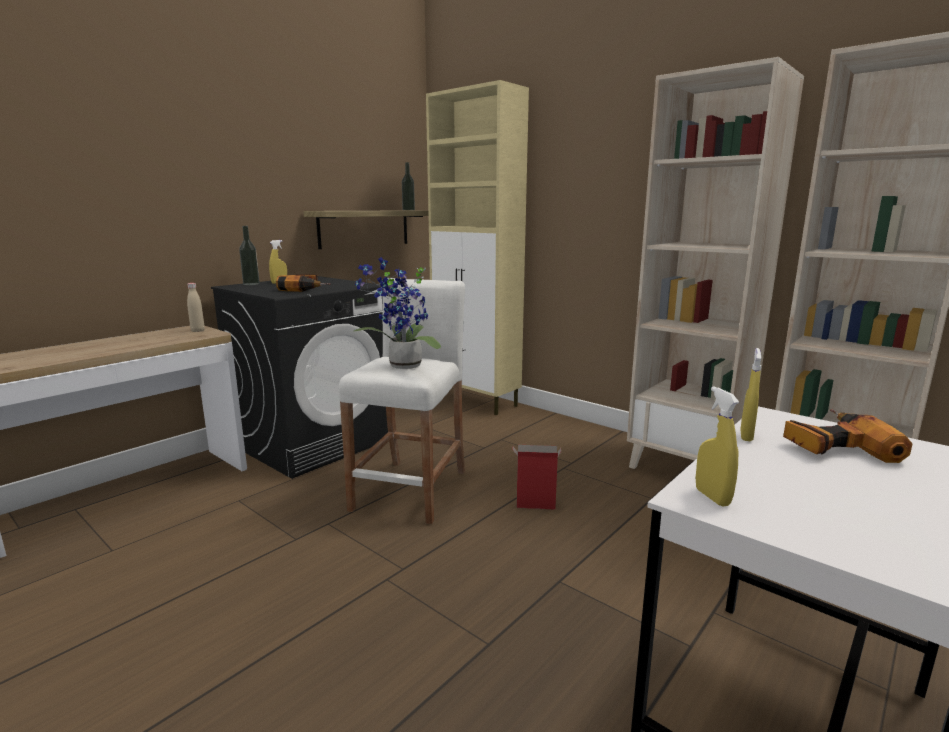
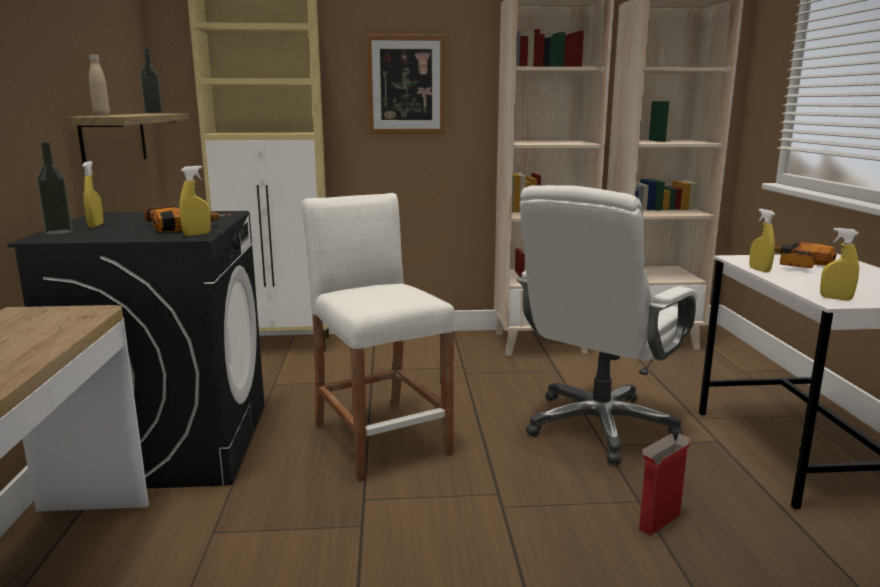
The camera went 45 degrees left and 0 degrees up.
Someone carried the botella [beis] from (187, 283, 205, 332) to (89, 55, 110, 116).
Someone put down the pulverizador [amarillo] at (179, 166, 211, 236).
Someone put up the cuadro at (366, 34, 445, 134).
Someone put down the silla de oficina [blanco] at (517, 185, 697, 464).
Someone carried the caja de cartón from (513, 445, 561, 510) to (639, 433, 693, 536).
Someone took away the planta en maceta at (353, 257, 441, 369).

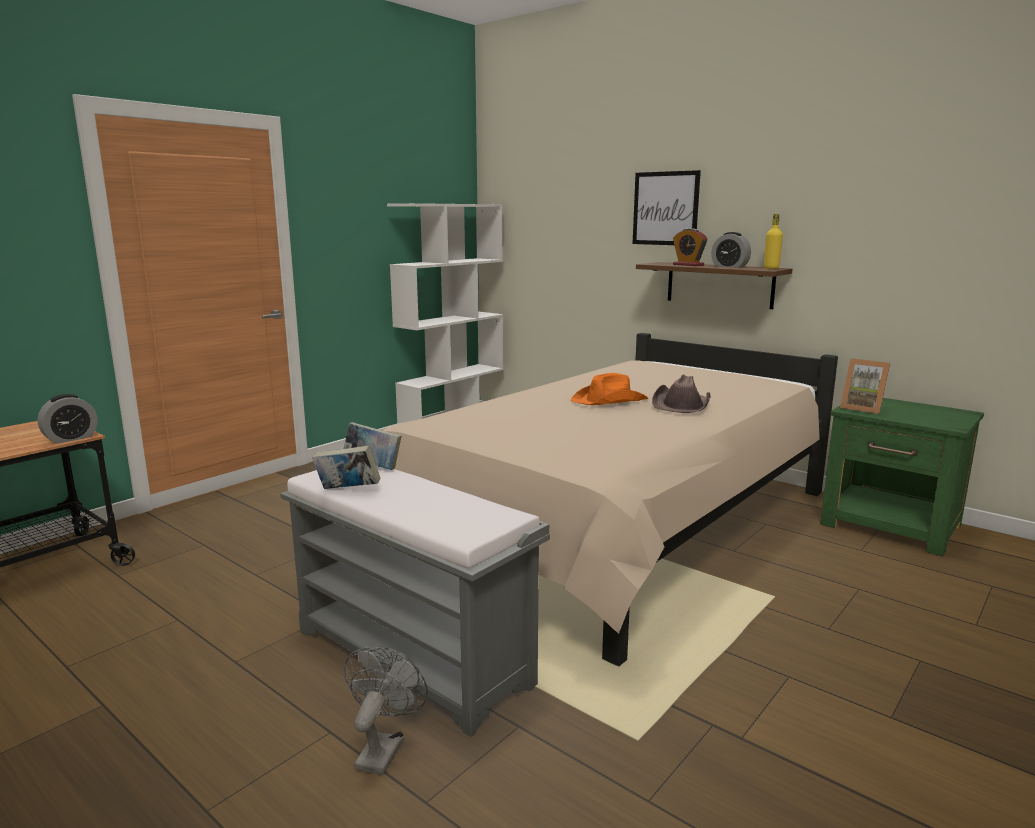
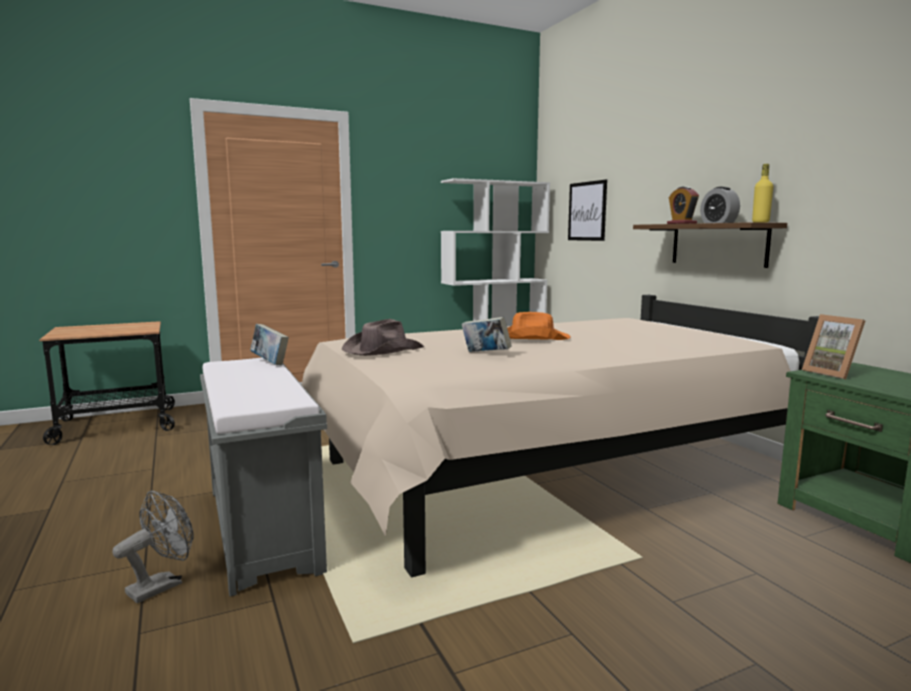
The camera went 25 degrees right and 5 degrees down.
Someone carried the sombrero [marrón] from (652, 375, 711, 413) to (342, 319, 424, 356).
Someone carried the libro from (312, 445, 380, 489) to (462, 317, 512, 352).
Someone carried the cuadro from (633, 170, 701, 245) to (568, 180, 607, 241).
Someone took away the despertador at (38, 394, 98, 444).

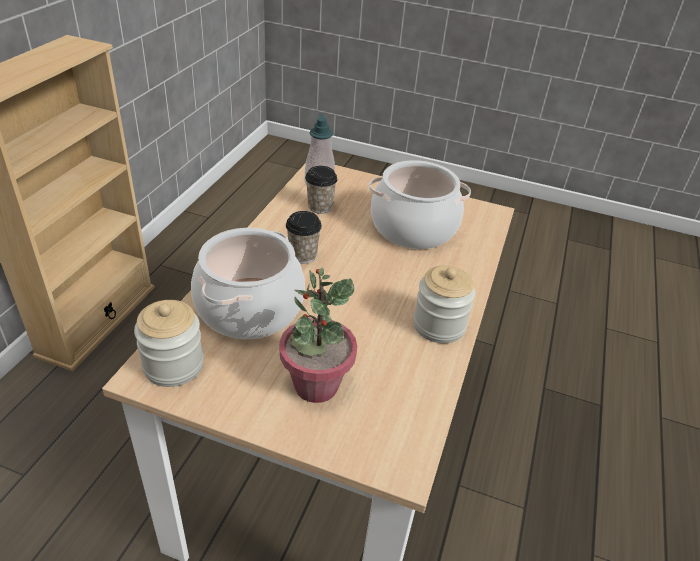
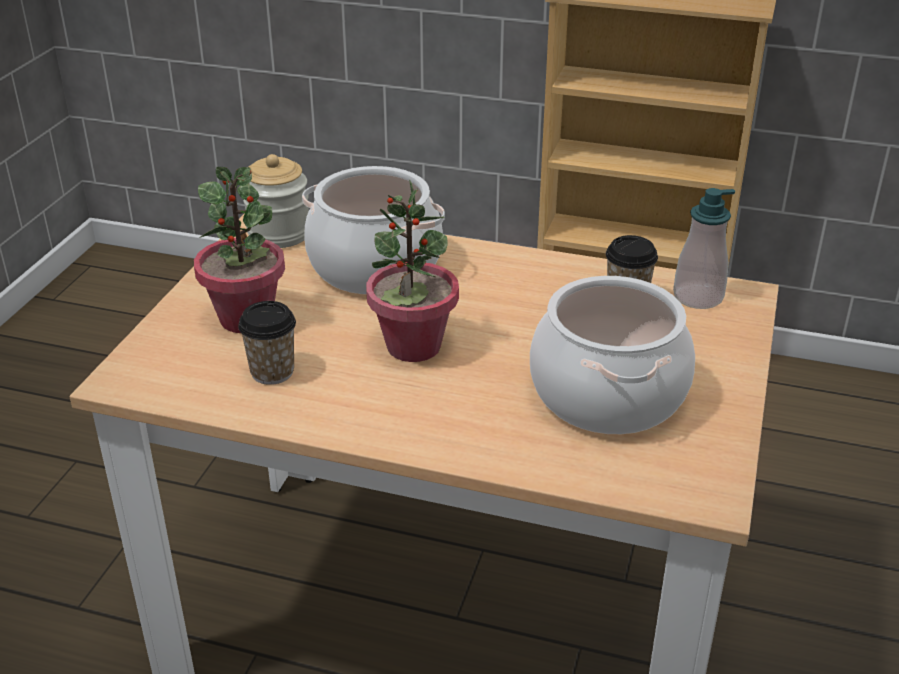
The camera went 90 degrees right and 5 degrees down.
Someone carried the taza from (286, 211, 322, 264) to (238, 301, 296, 385).
Someone put down the planta en maceta at (366, 180, 459, 362).
Someone took away the tarro at (413, 266, 475, 343).

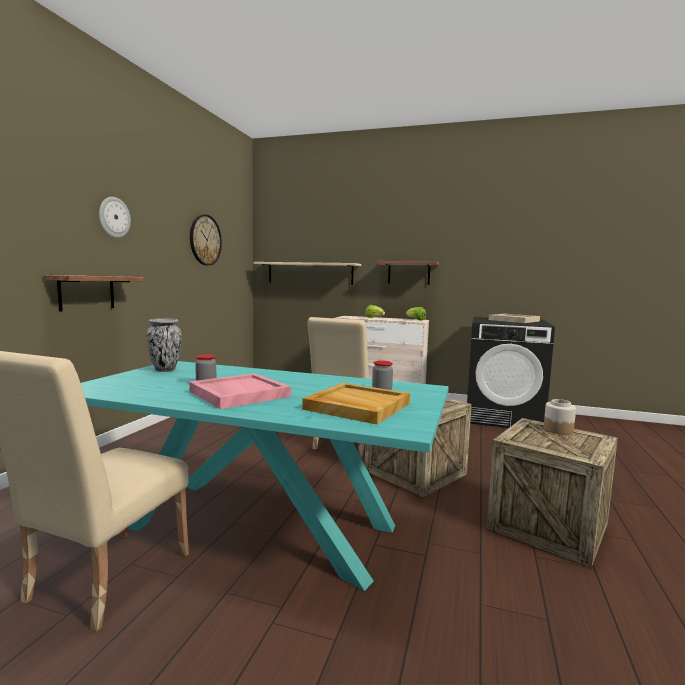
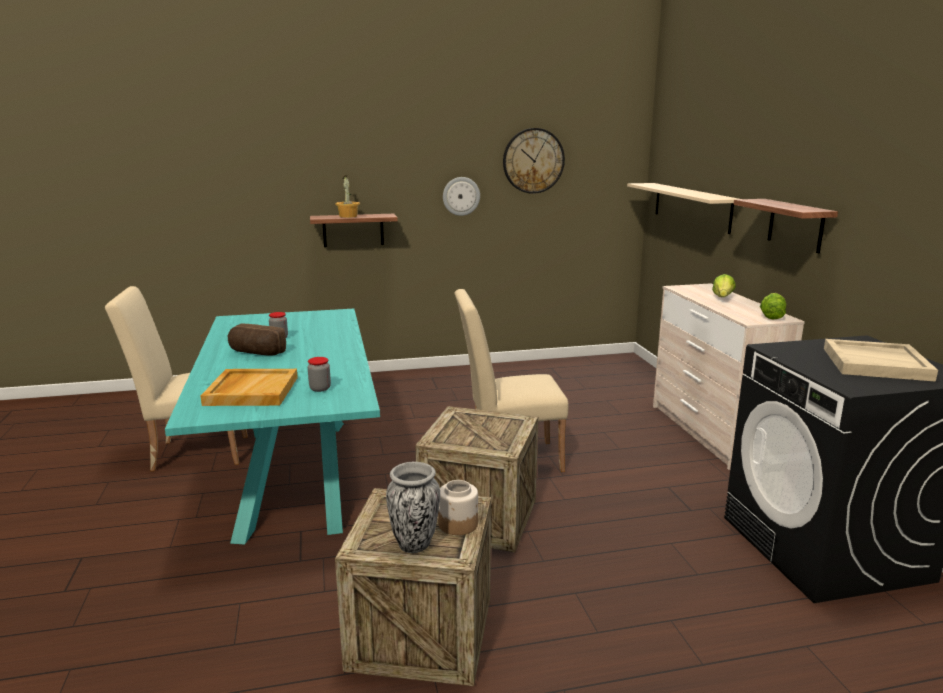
The camera went 60 degrees right and 10 degrees up.
Someone swapped the bandeja [rosa] at (189, 373, 291, 409) for the pan at (228, 323, 286, 356).
Someone put down the planta en maceta at (335, 175, 360, 218).
Someone carried the florero from (147, 318, 182, 372) to (386, 462, 440, 553).
Someone carried the reloj de pared from (99, 197, 131, 238) to (443, 177, 480, 216).

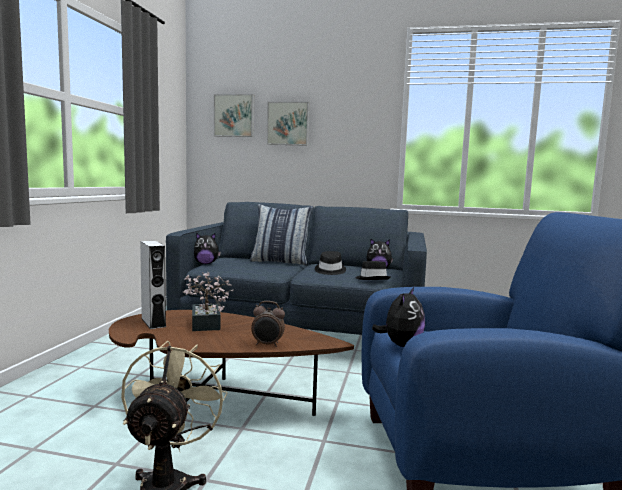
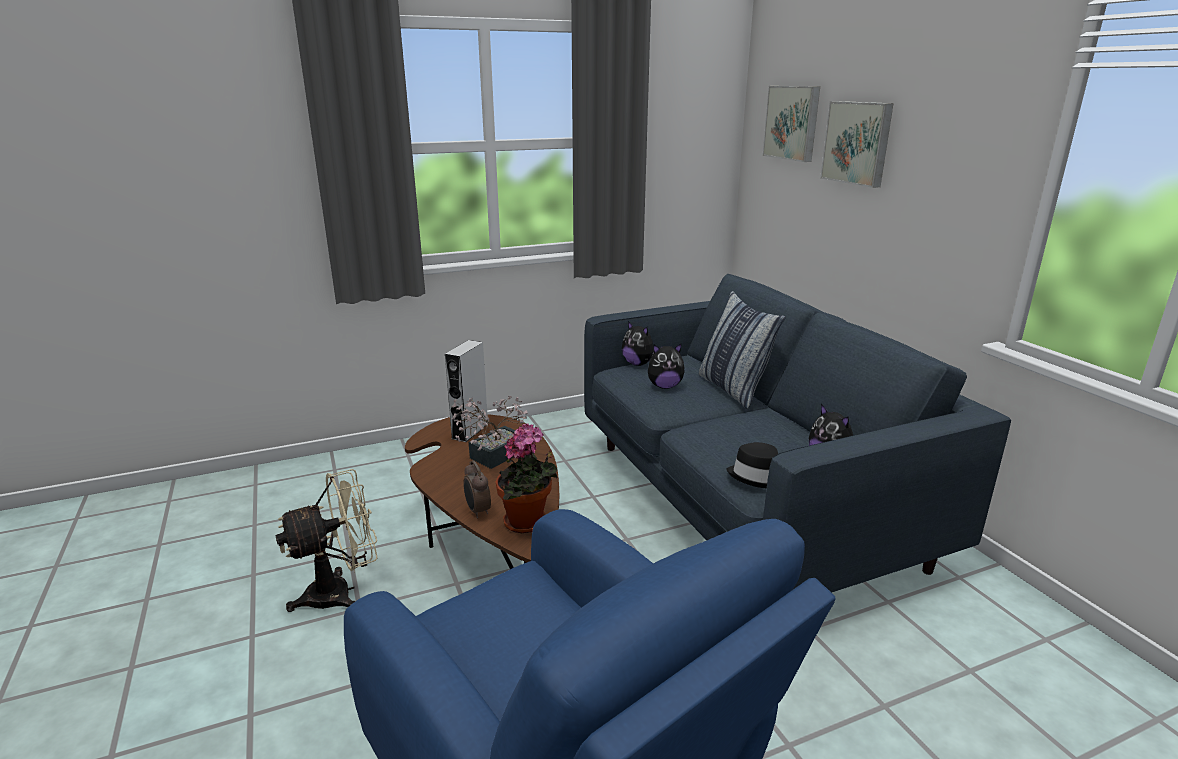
The camera went 55 degrees right and 15 degrees up.
Someone put down the planta en maceta at (496, 423, 557, 533).
Someone carried the peluche from (372, 287, 425, 347) to (648, 344, 685, 389).
Someone took away the sombrero [negro] at (315, 251, 346, 275).

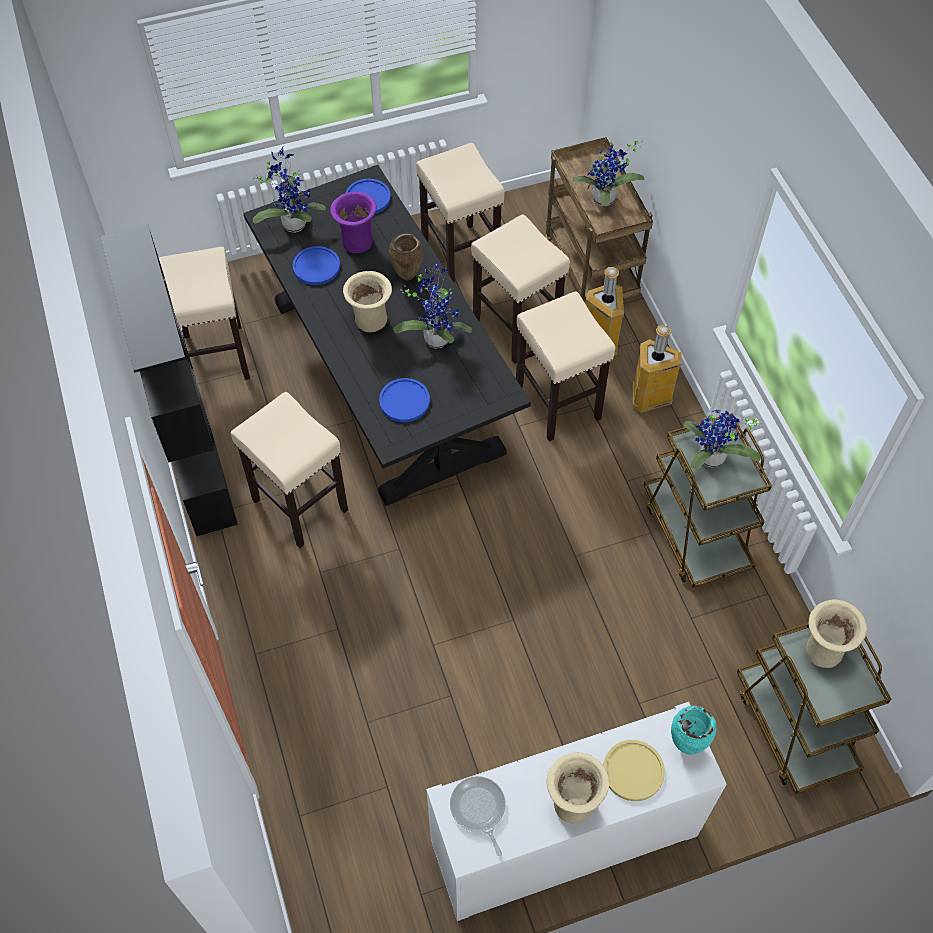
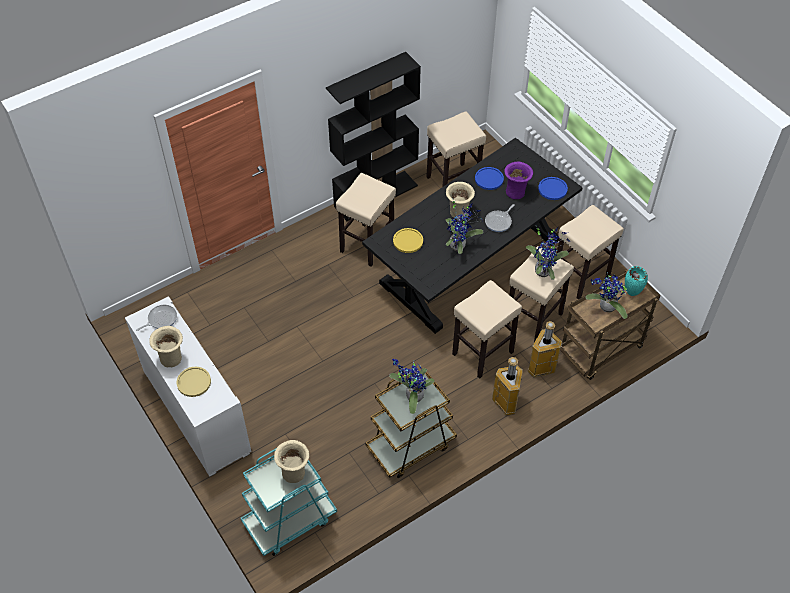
The camera went 75 degrees right and 5 degrees down.
Someone repainted the carrito [marrón] at (737, 622, 892, 794), which became the carrito [turquesa] at (241, 448, 337, 556).
Someone repainted the plato [azul] at (379, 378, 430, 422), which became the plato [amarillo] at (393, 228, 423, 253).
Someone swapped the florero [marrón] at (389, 233, 423, 281) for the sartén at (485, 204, 515, 232).
Someone carried the planta en maceta from (253, 147, 326, 233) to (525, 226, 570, 280).
Someone carried the florero [turquesa] from (671, 706, 717, 755) to (625, 266, 648, 296).

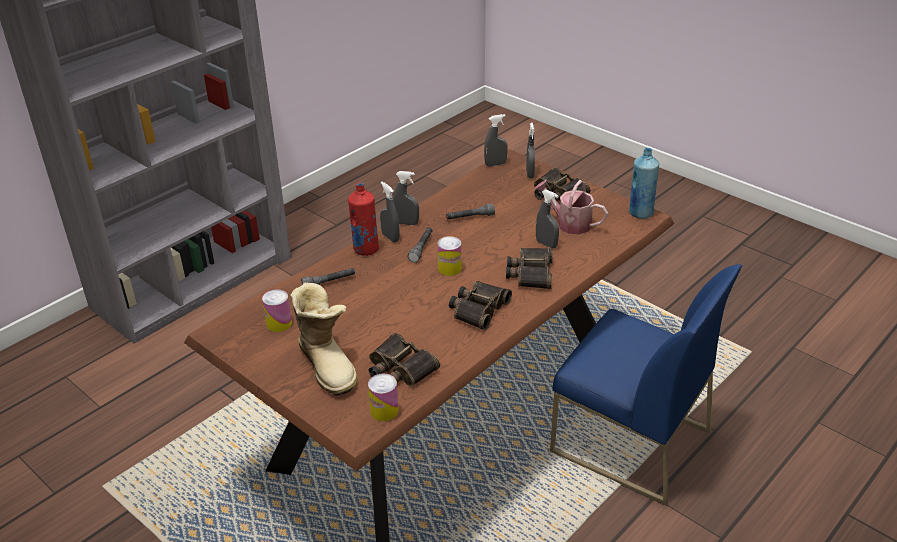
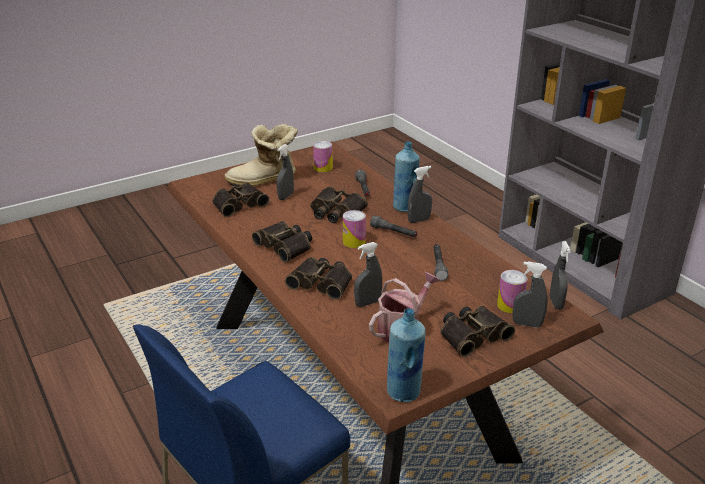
The camera went 105 degrees right and 5 degrees down.
Someone carried the pulverizador [gris] from (393, 171, 419, 225) to (277, 144, 294, 200).
Someone put down the prismáticos at (310, 187, 368, 223).
Someone repainted the botella [rojo] at (348, 182, 379, 256), which became the botella [azul] at (393, 142, 420, 212).
Someone carried the lata from (368, 374, 399, 421) to (497, 270, 527, 313).

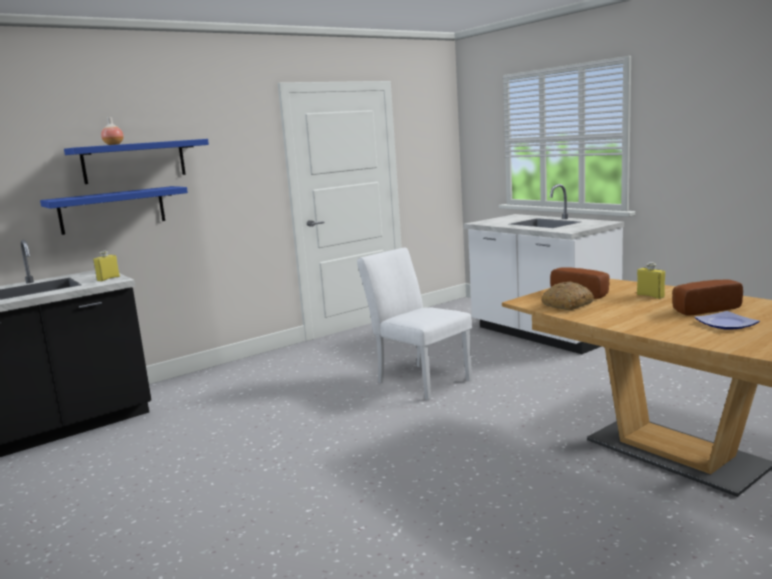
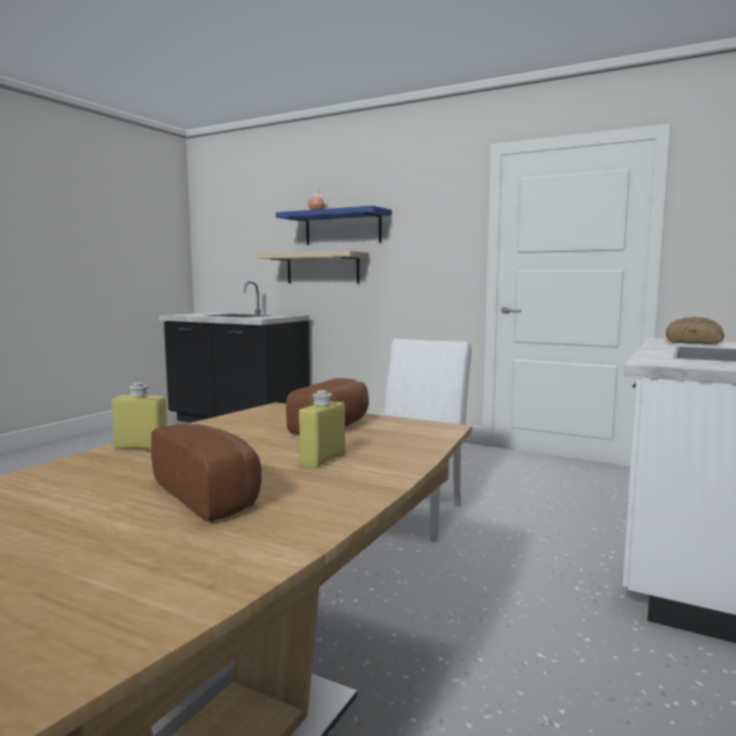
The camera went 65 degrees right and 5 degrees down.
Someone carried the botella [amarillo] from (93, 250, 120, 281) to (112, 382, 167, 449).
Someone repainted the estante [azul] at (40, 186, 188, 235), which became the estante [beis] at (257, 251, 369, 284).
Someone carried the pan from (541, 282, 594, 310) to (666, 317, 725, 344).
Someone took away the plato at (694, 311, 760, 330).

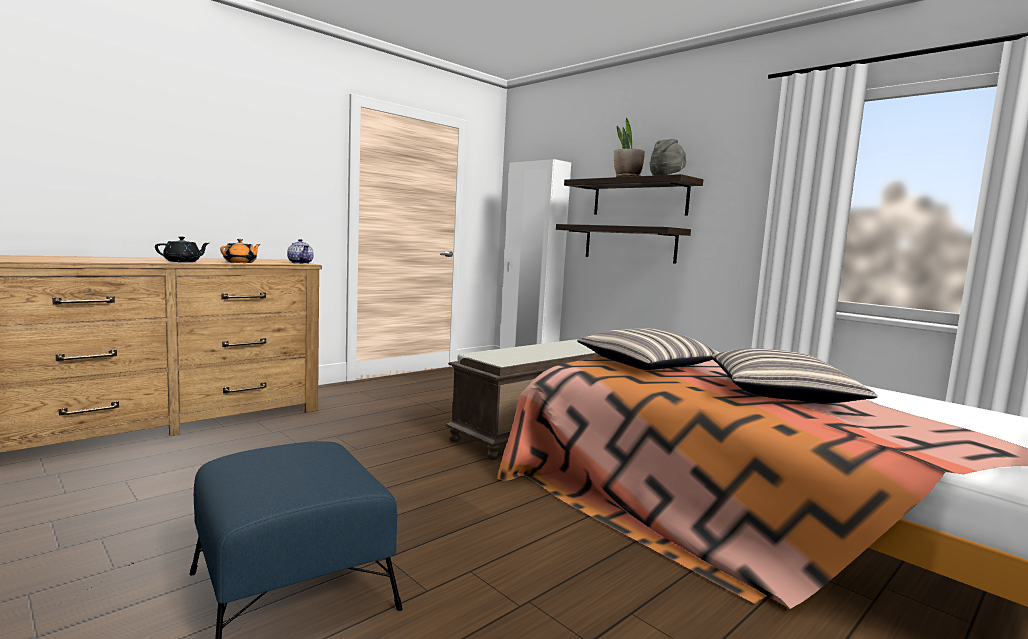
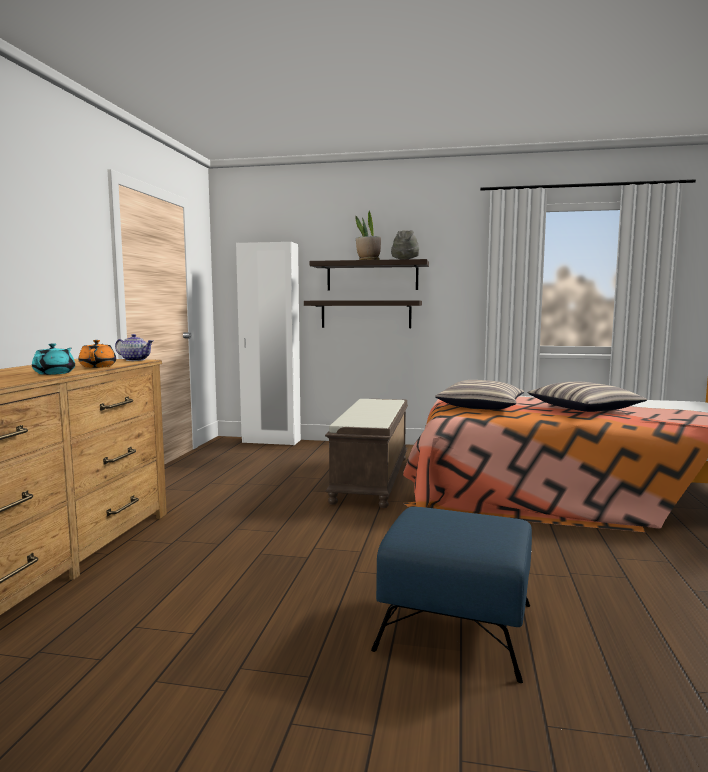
The camera went 35 degrees left and 0 degrees up.
Someone repainted the tetera [negro] at (155, 236, 209, 262), which became the tetera [turquesa] at (32, 343, 75, 375).

